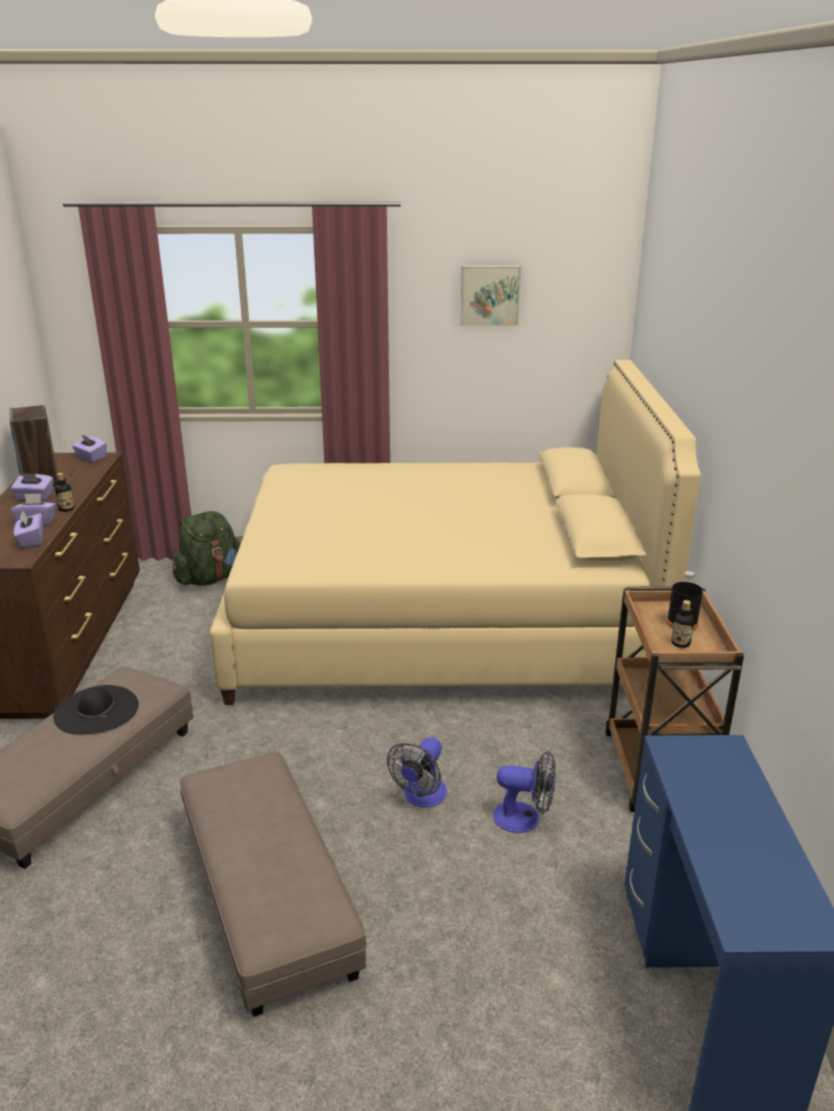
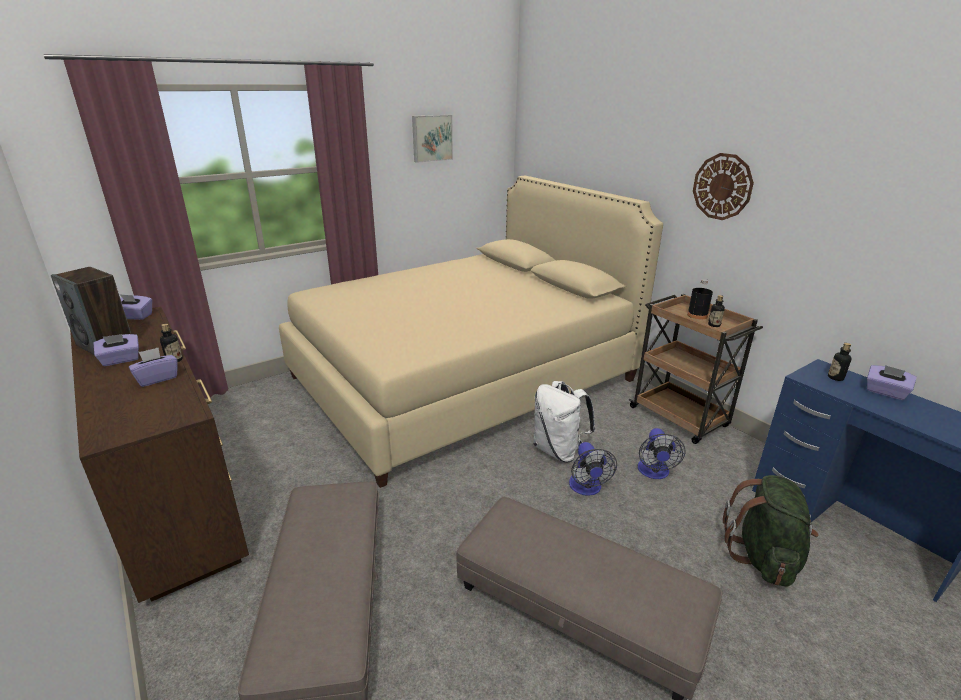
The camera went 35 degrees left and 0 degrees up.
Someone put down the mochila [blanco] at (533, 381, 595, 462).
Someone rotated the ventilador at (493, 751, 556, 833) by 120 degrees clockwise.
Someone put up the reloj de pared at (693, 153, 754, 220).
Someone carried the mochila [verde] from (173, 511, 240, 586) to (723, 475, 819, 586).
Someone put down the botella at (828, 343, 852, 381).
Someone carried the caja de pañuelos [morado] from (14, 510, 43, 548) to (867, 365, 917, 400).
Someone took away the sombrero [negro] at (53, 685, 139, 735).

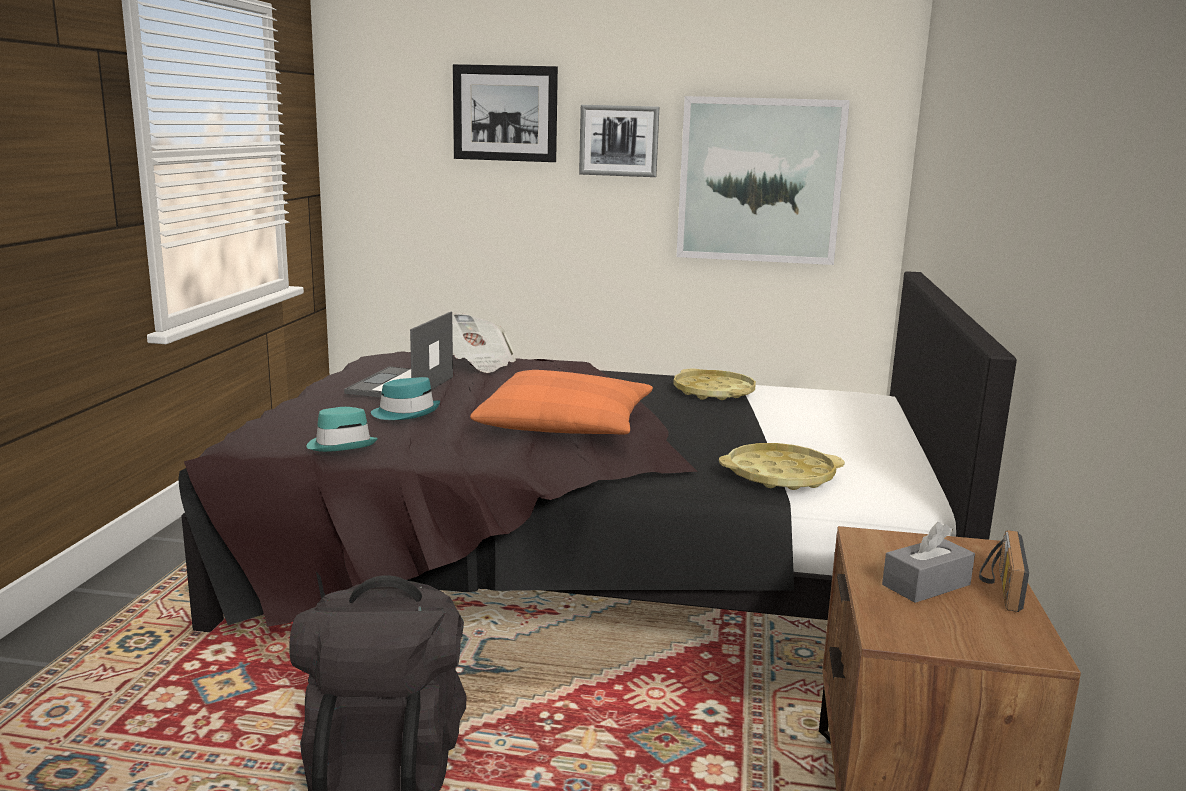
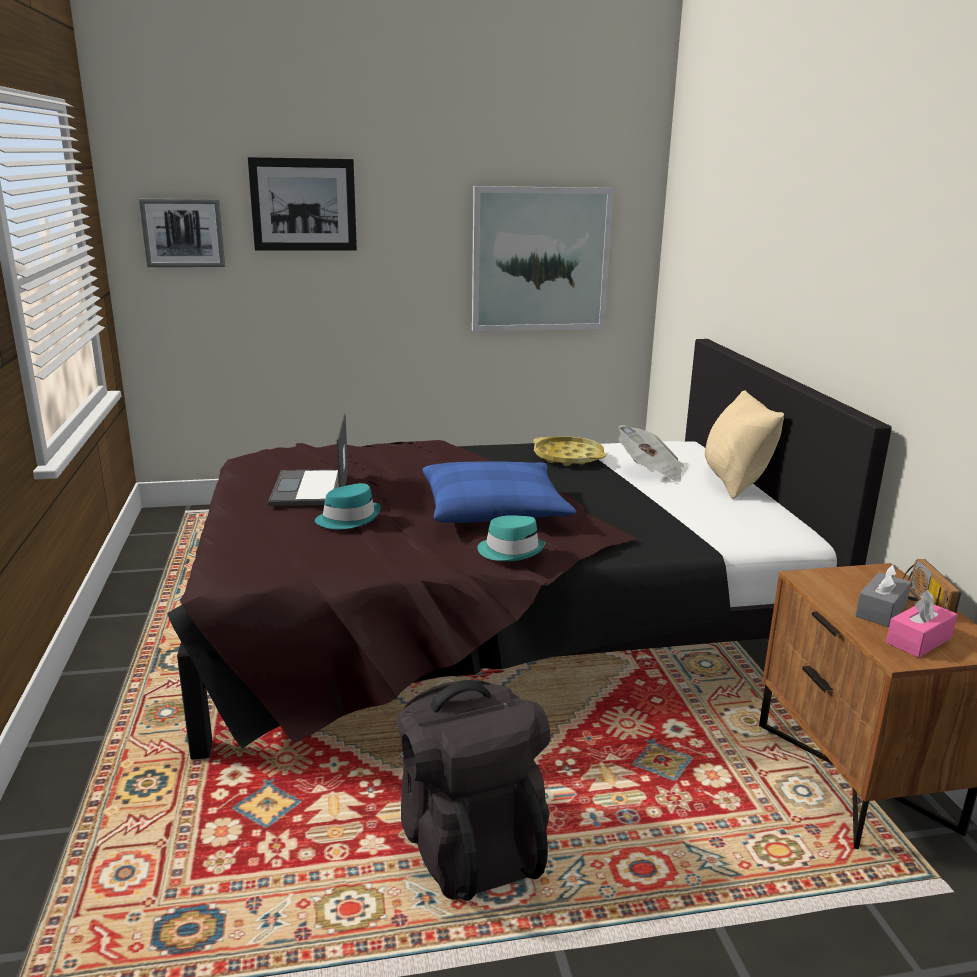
The camera went 20 degrees left and 5 degrees up.
Someone carried the cuadro from (579, 105, 659, 177) to (139, 199, 225, 267).
Someone repainted the cojín [naranja] at (470, 370, 653, 435), which became the cojín [azul] at (423, 461, 576, 523).
Someone carried the sombrero [turquesa] from (307, 407, 378, 452) to (477, 515, 545, 561).
Someone carried the periódico from (452, 313, 516, 373) to (618, 425, 684, 482).
Someone put down the cojín [beis] at (705, 391, 784, 499).
Someone put down the caja de pañuelos [rosa] at (886, 590, 957, 658).
Someone took away the bandeja [amarillo] at (719, 443, 845, 490).

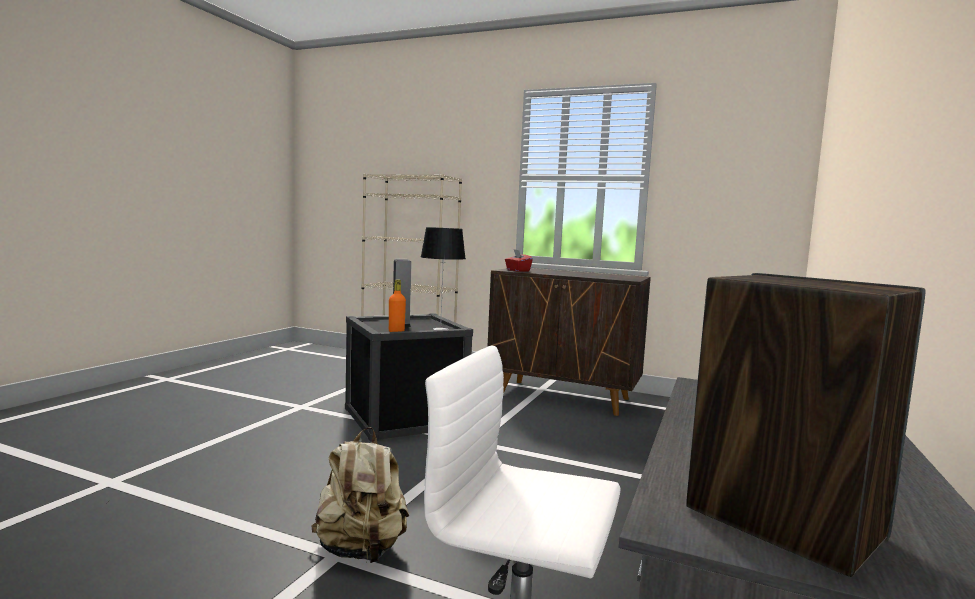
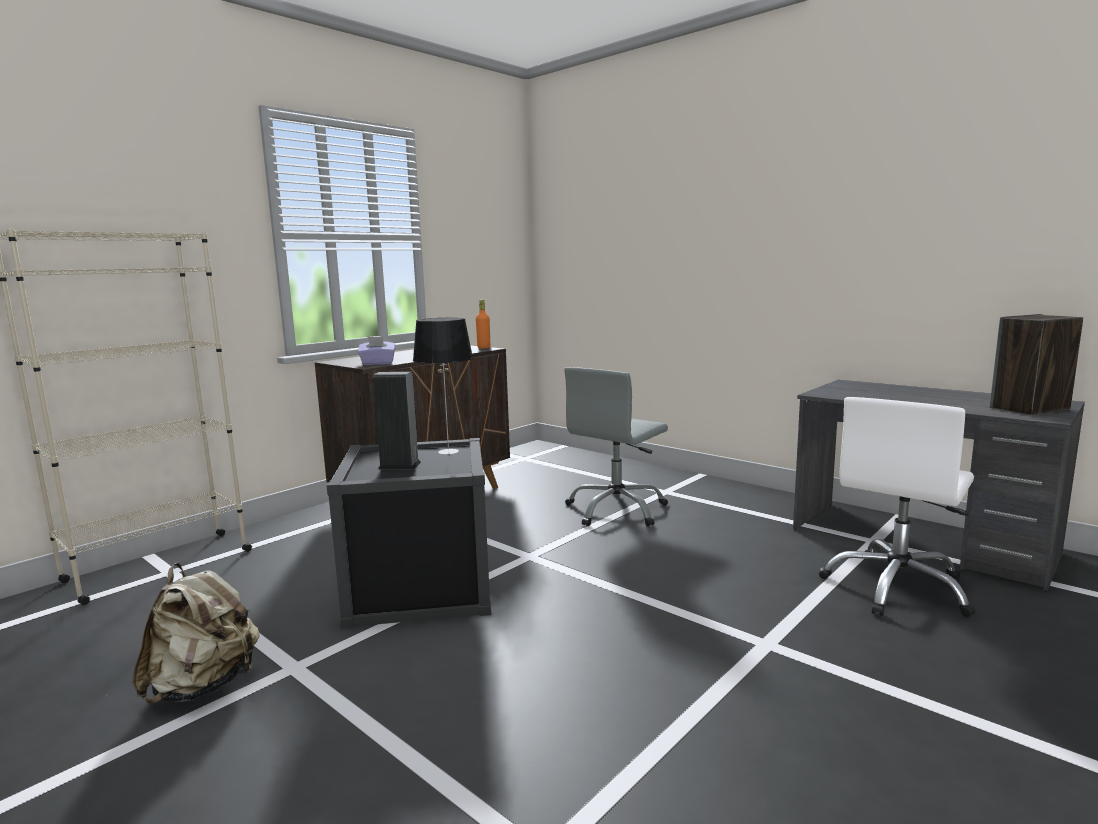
The camera went 70 degrees left and 5 degrees up.
Someone carried the mochila [beis] from (311, 427, 409, 563) to (132, 563, 260, 704).
Someone repainted the caja de pañuelos [rojo] at (505, 250, 533, 272), which became the caja de pañuelos [morado] at (358, 336, 395, 365).
Someone carried the botella [naranja] from (389, 279, 406, 332) to (476, 300, 490, 348).
Someone put down the silla de oficina [gris] at (564, 367, 668, 526).

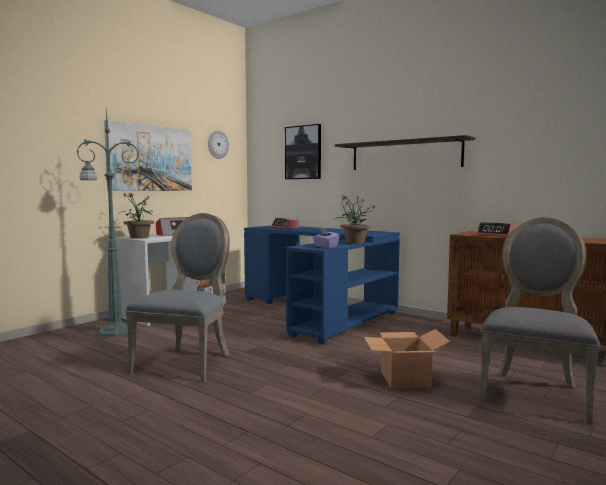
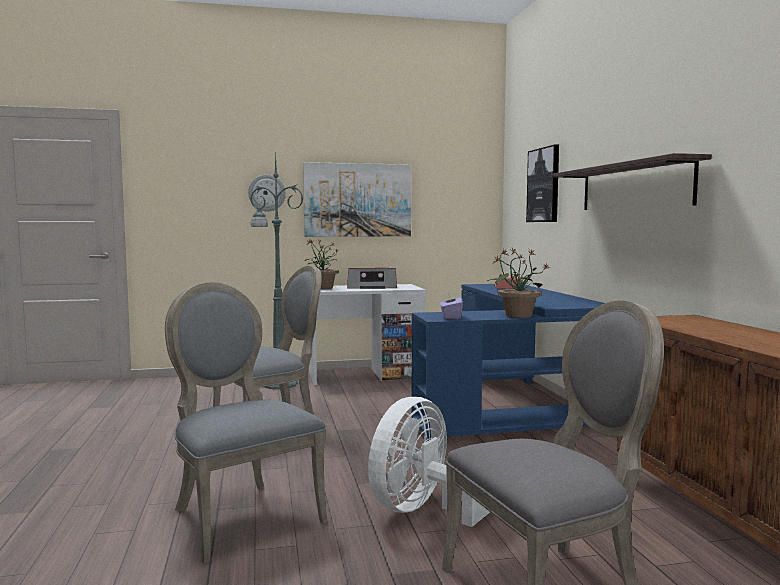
The camera went 40 degrees right and 0 degrees up.
Someone put down the silla [gris] at (165, 282, 327, 563).
Someone carried the reloj de pared from (208, 131, 229, 159) to (248, 174, 286, 211).
Someone swapped the caja de cartón at (364, 329, 450, 388) for the ventilador [blanco] at (368, 397, 490, 527).
Someone took away the despertador at (477, 222, 517, 237).

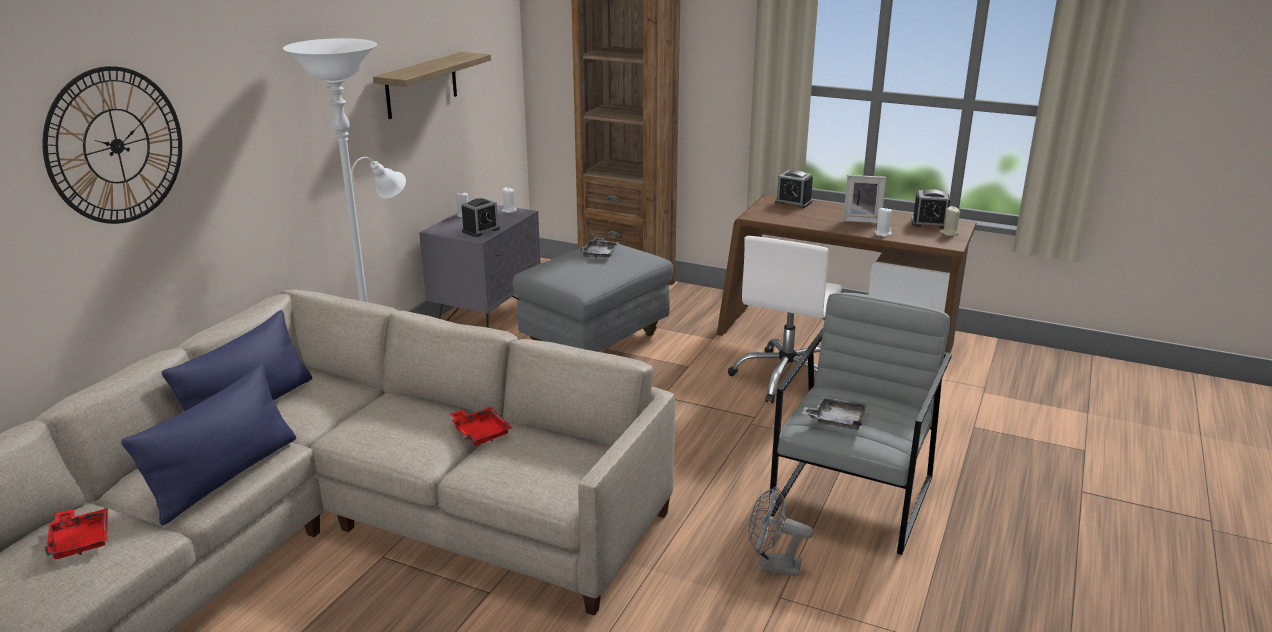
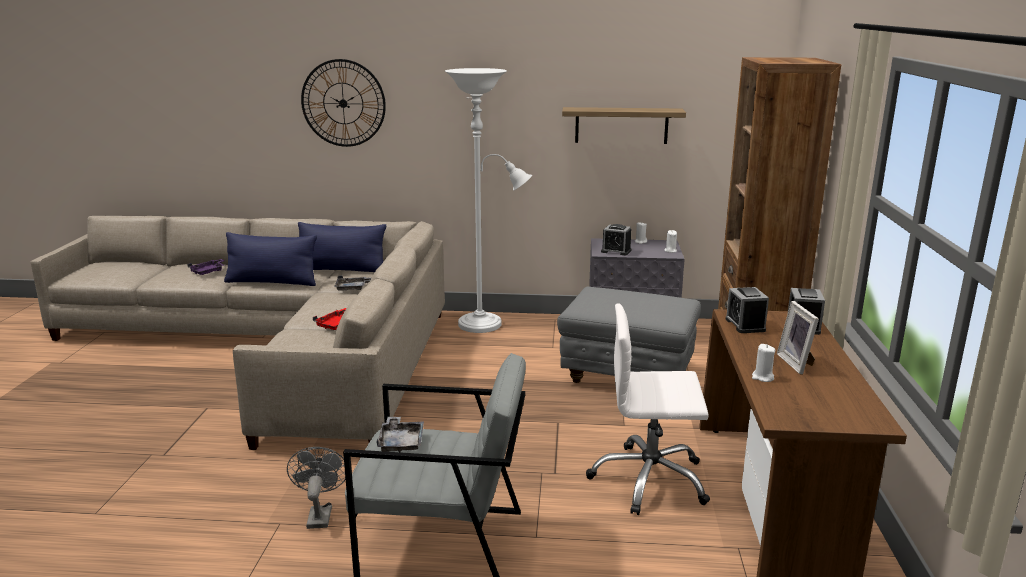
The camera went 70 degrees right and 5 degrees down.
Someone repainted the bandeja [rojo] at (45, 508, 108, 560), which became the bandeja [morado] at (187, 259, 225, 275).
Someone carried the bandeja [gris] from (580, 237, 619, 259) to (334, 275, 371, 291).
Someone carried the despertador from (912, 189, 950, 229) to (725, 287, 769, 333).
Someone took away the vela [beis] at (940, 206, 961, 236).

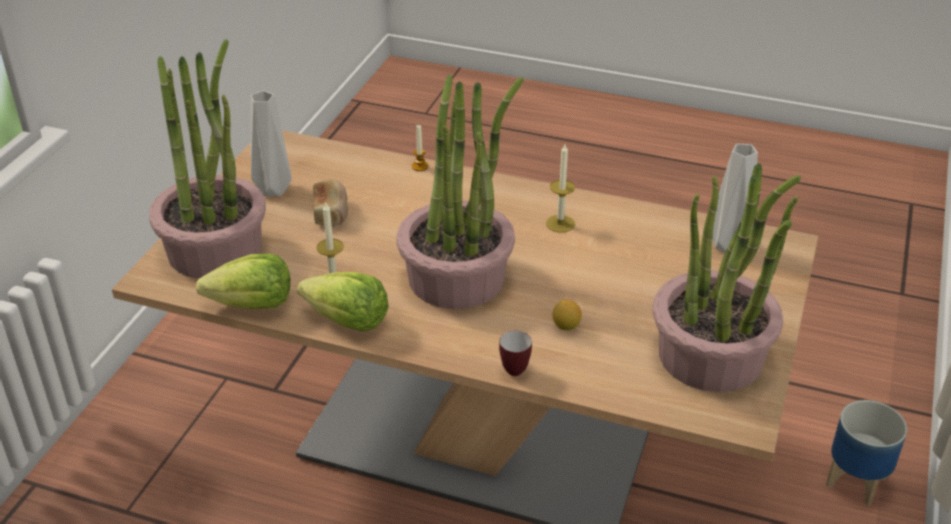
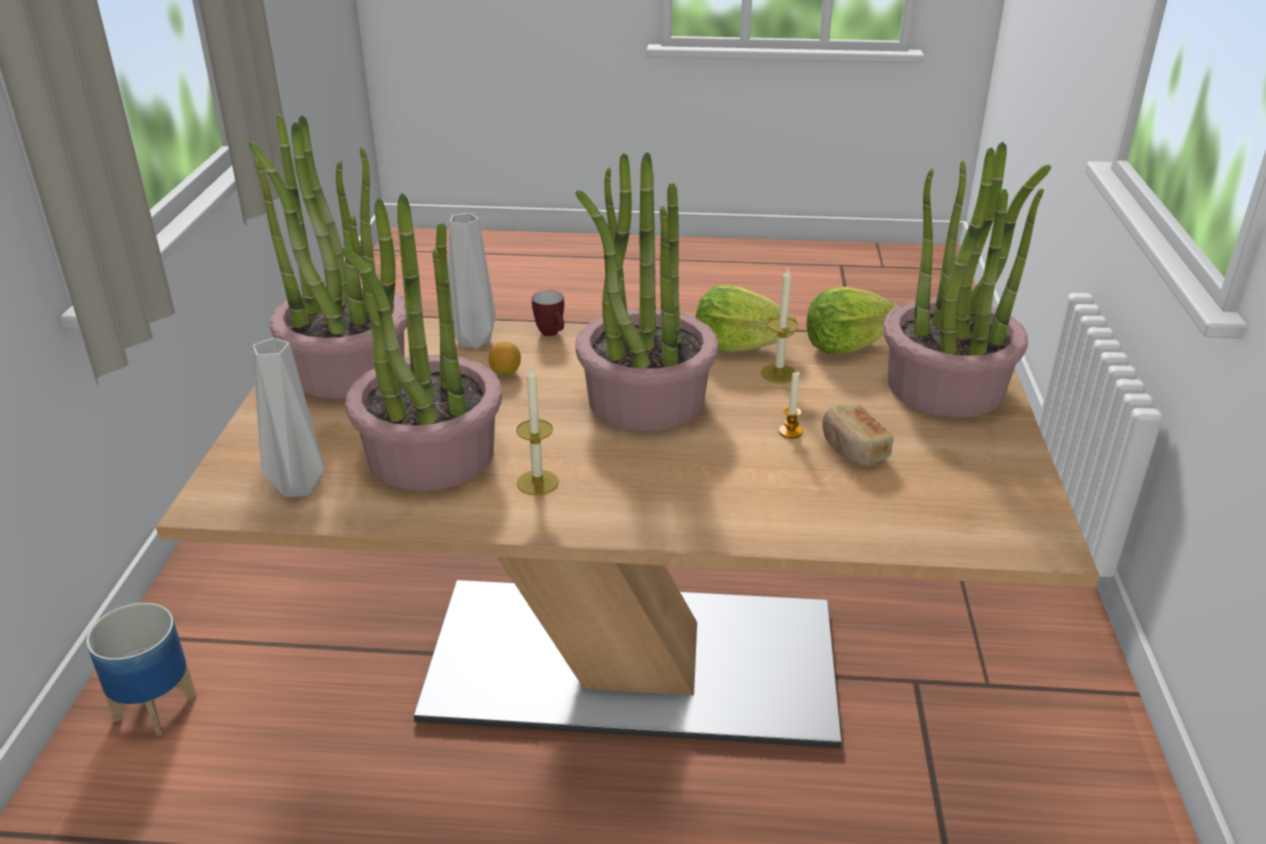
The camera went 165 degrees right and 5 degrees down.
Someone put down the planta en maceta at (341, 193, 502, 491).
Someone carried the florero [gris] from (251, 91, 292, 197) to (448, 213, 495, 348).
Someone carried the vela from (412, 125, 428, 171) to (779, 372, 803, 438).

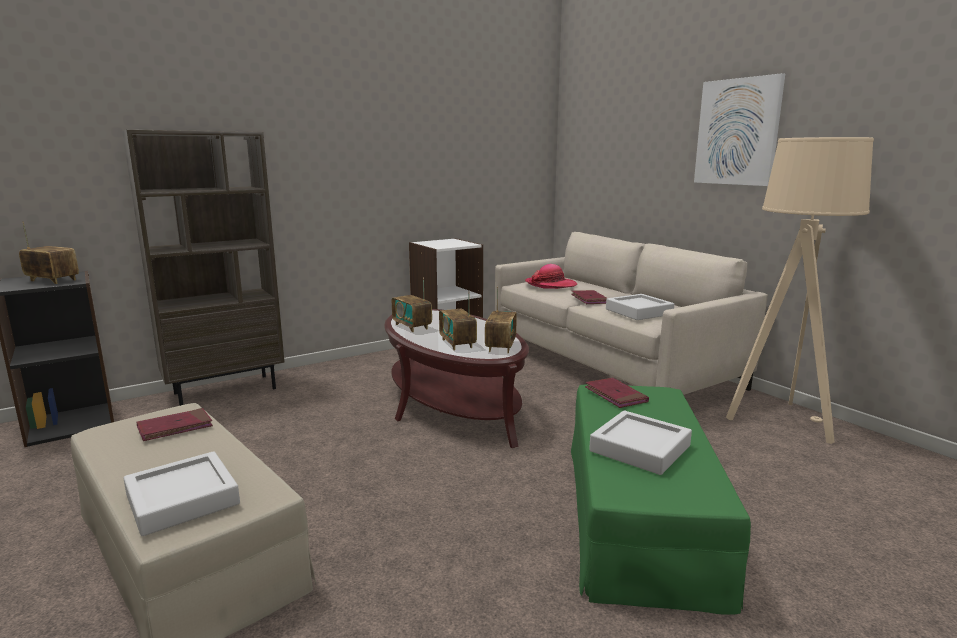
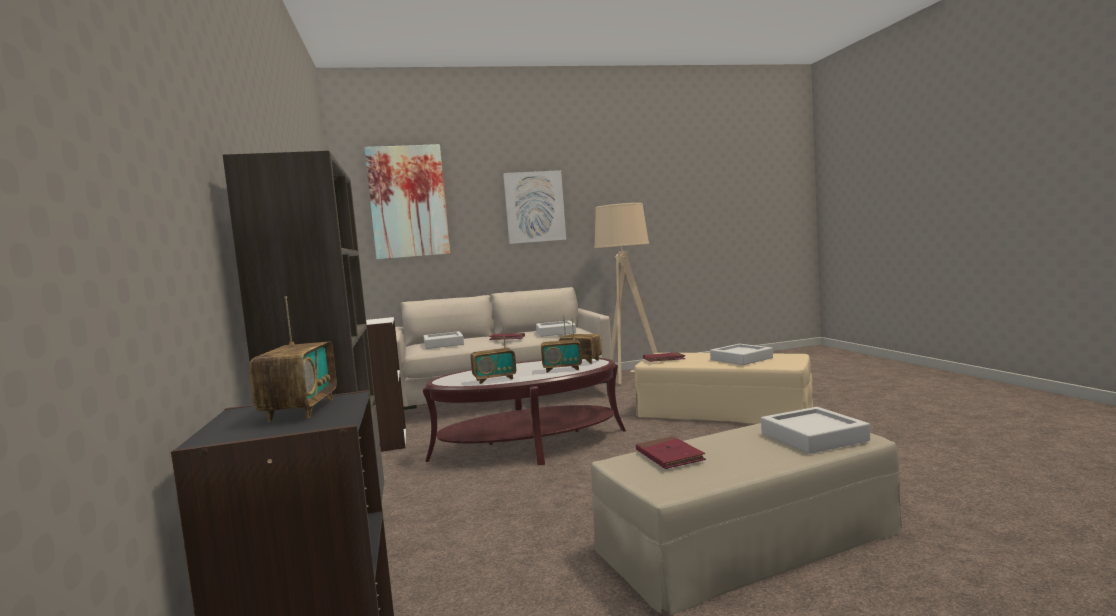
The camera went 70 degrees left and 10 degrees down.
Someone rotated the radio at (19, 222, 79, 284) by 135 degrees clockwise.
Someone put up the cuadro at (364, 144, 450, 260).
Someone swapped the sombrero at (525, 264, 577, 289) for the bandeja [gris] at (424, 331, 464, 349).
Someone repainted the puf [verde] at (571, 384, 751, 615), which became the puf [beis] at (635, 353, 813, 424).

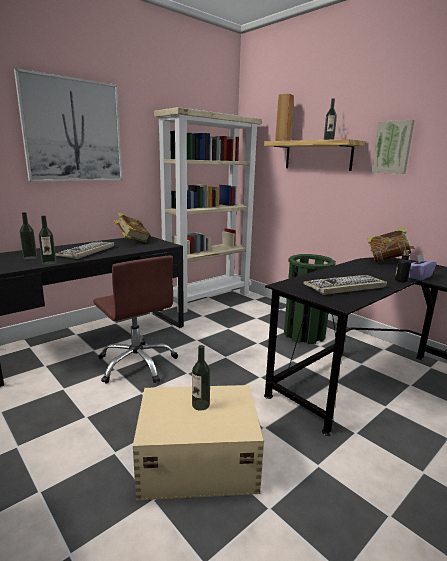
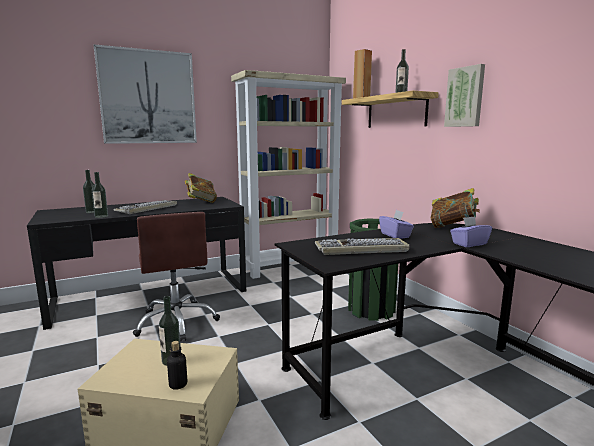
The camera went 15 degrees right and 5 degrees down.
Someone carried the botella from (395, 250, 411, 282) to (167, 341, 187, 390).
Someone put down the caja de pañuelos [morado] at (379, 210, 414, 239).

